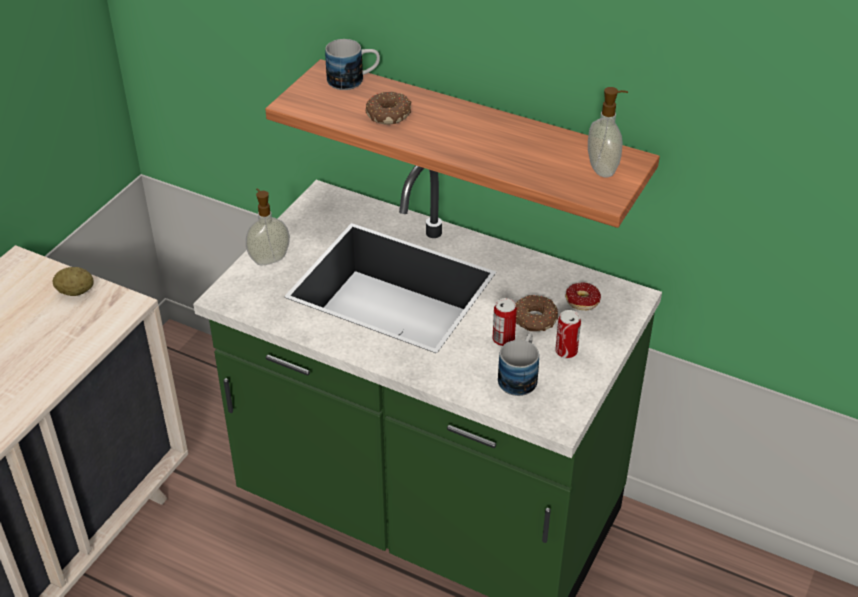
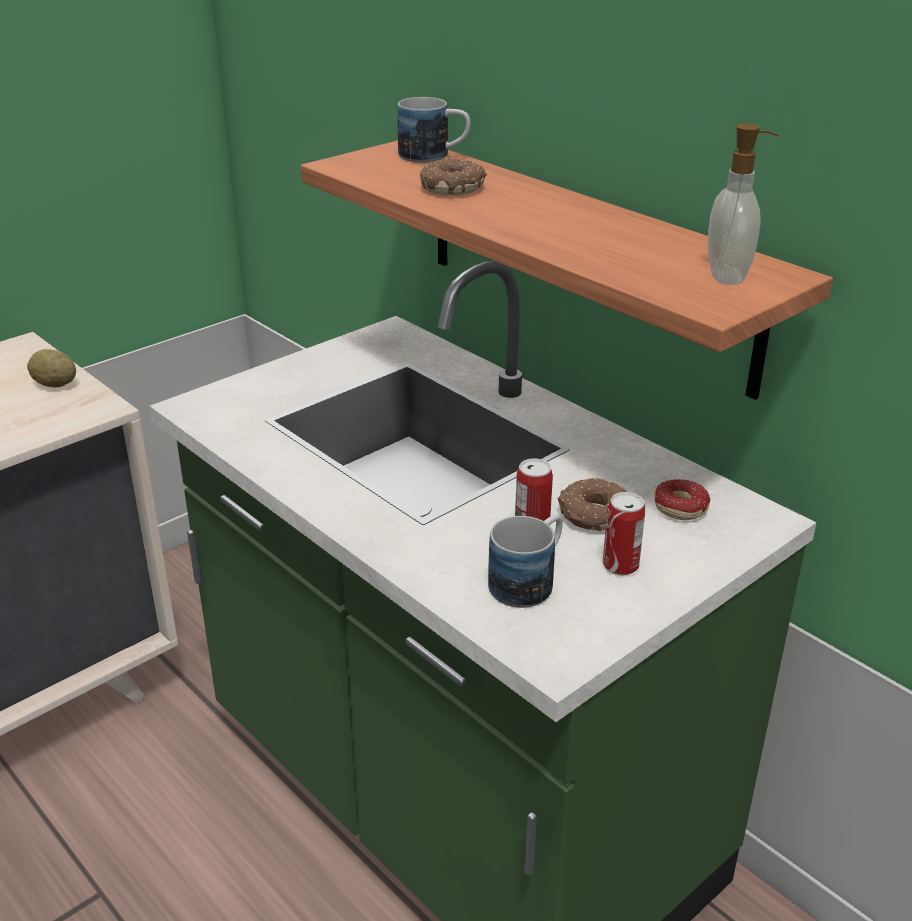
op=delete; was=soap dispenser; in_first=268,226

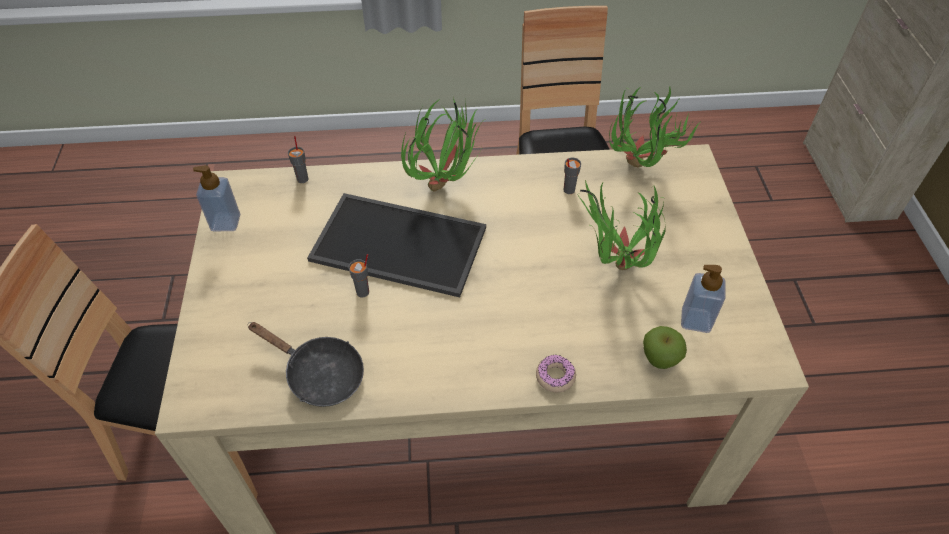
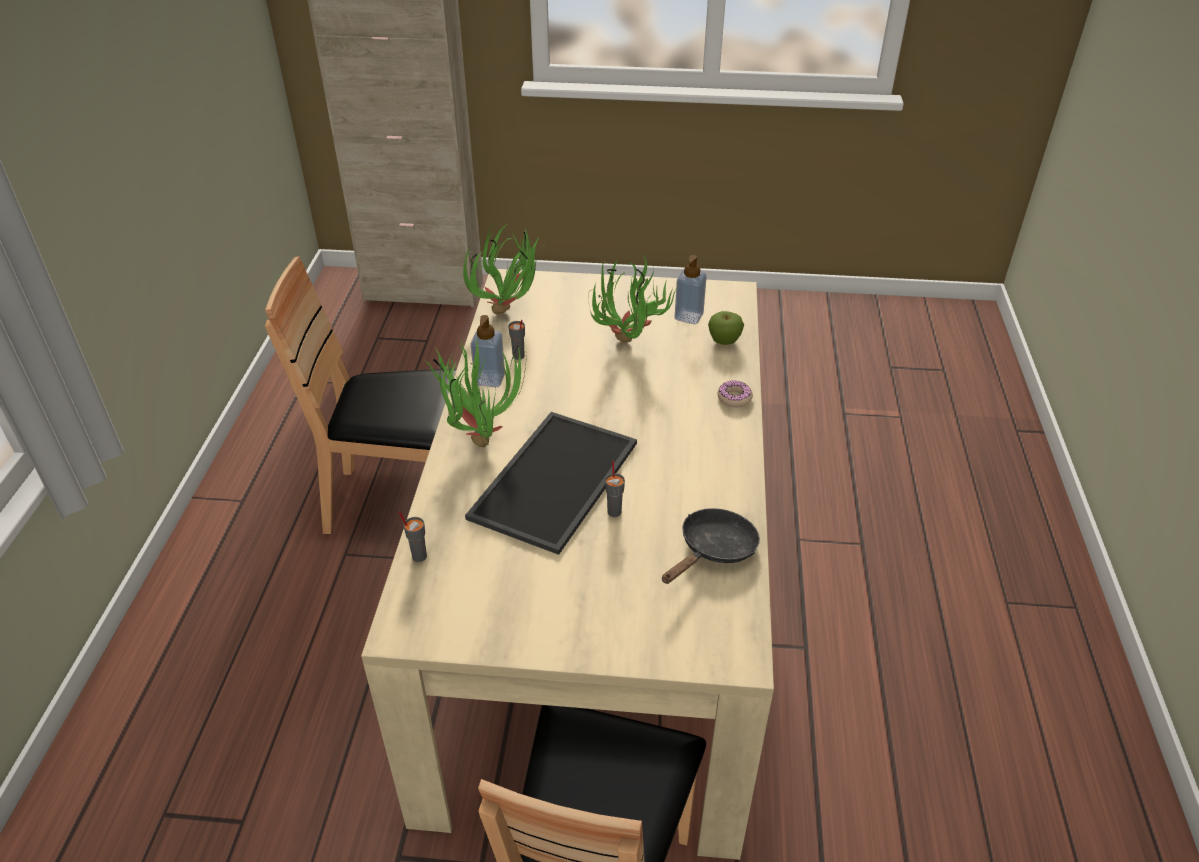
op=move; was=soap dispenser; in_first=216,198; in_second=488,351

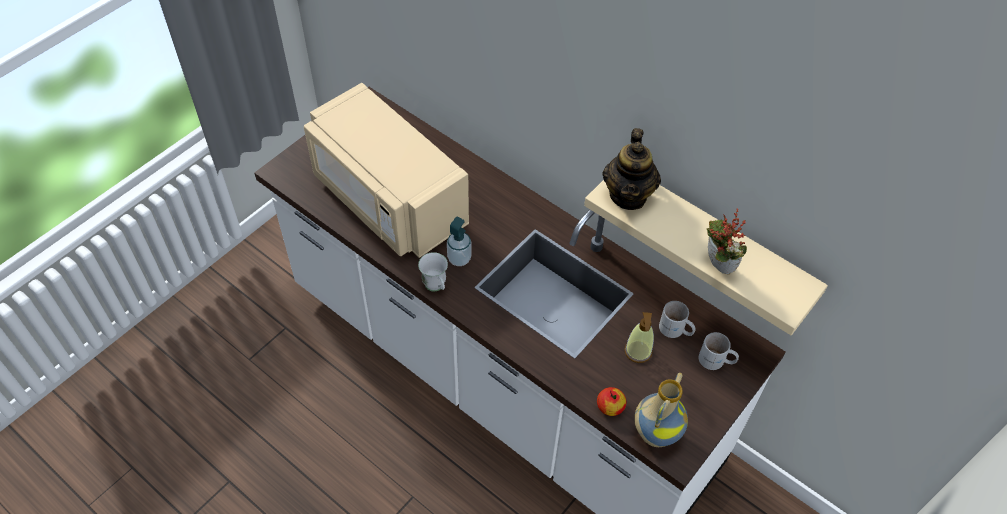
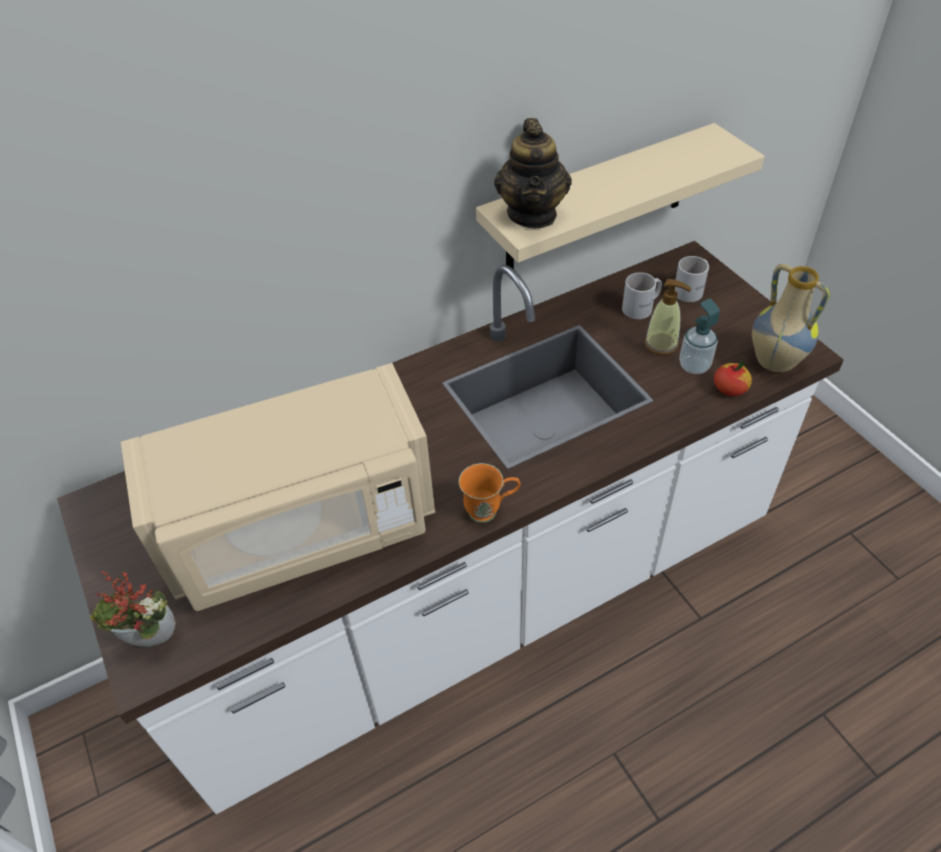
op=recolor; was=white mug; now=orange mug; in_first=433,271; in_second=489,493
op=move; was=soap dispenser; in_first=459,241; in_second=699,336
op=rotate; was=teapot; in_first=631,169; in_second=533,173; clockwise=60
op=move; was=potted plant; in_first=727,241; in_second=133,609

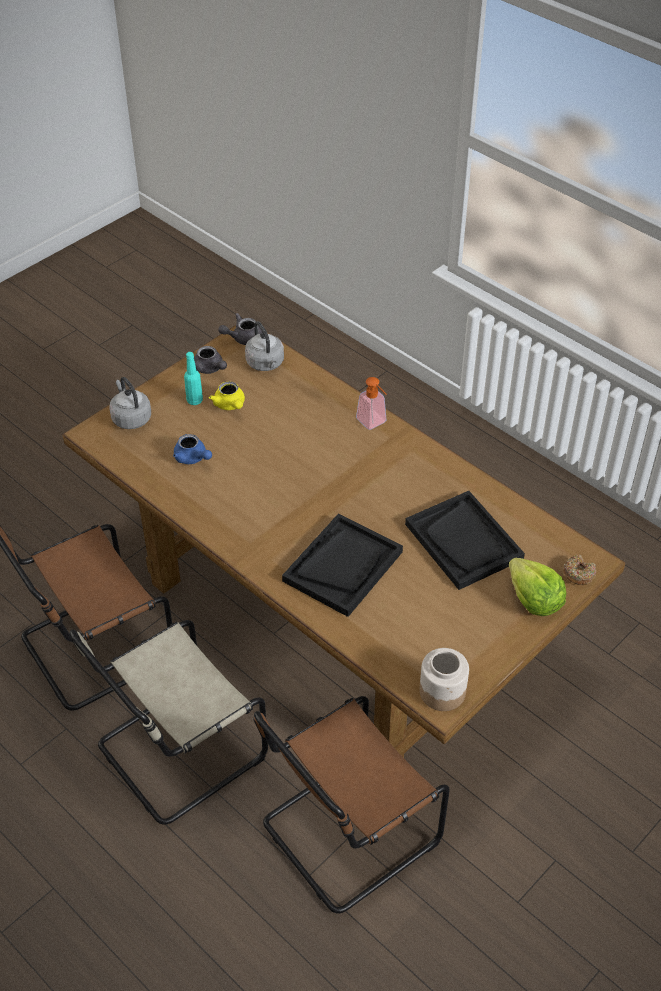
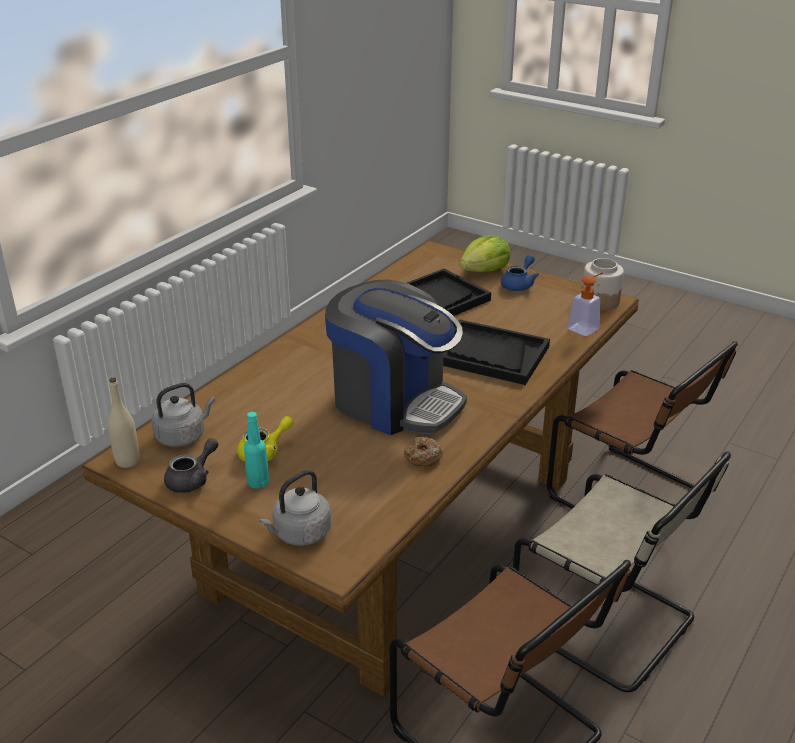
op=move; was=blue teapot; in_first=192,449; in_second=520,272
op=replace; was=grey teapot; now=beige bottle; in_first=240,329; in_second=124,423
op=move; was=soap dispenser; in_first=371,403; in_second=585,304
op=move; was=donut; in_first=579,570; in_second=423,452
op=insert; now=coffee machine; in_second=396,357

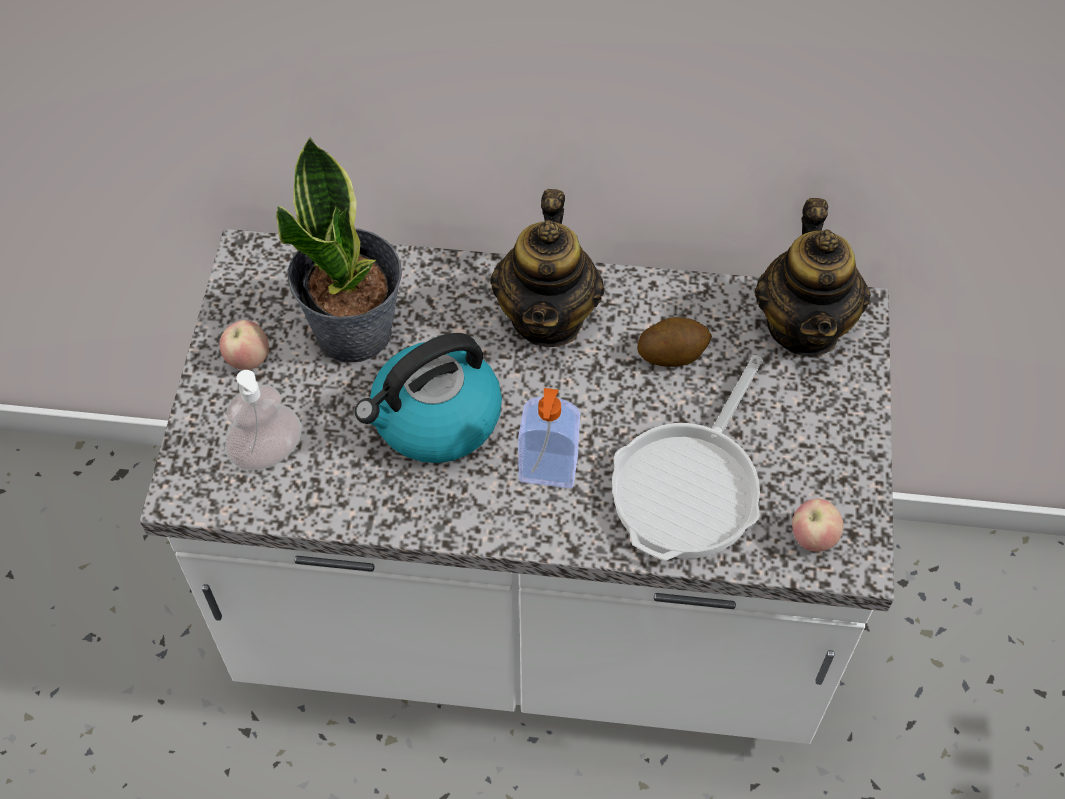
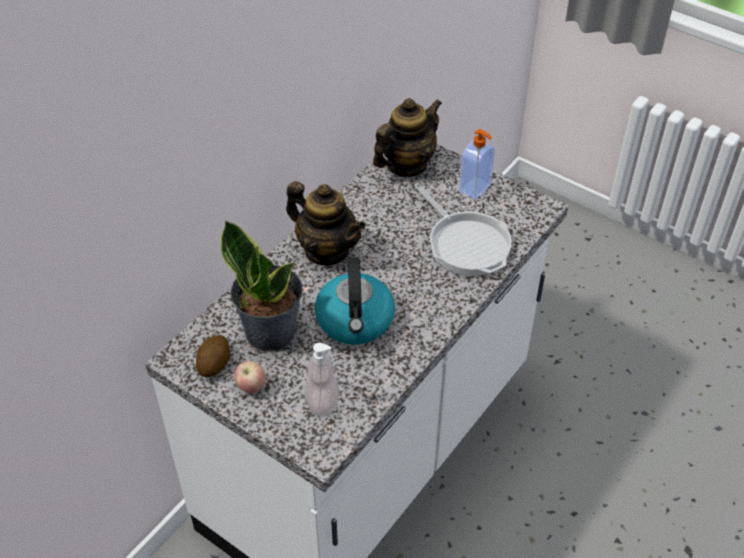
op=move; was=soap dispenser; in_first=549,438; in_second=477,164
op=move; was=potato; in_first=674,342; in_second=213,356
op=rotate; was=teapot; in_first=813,277; in_second=407,137; clockwise=-75
op=delete; was=apple; in_first=818,525

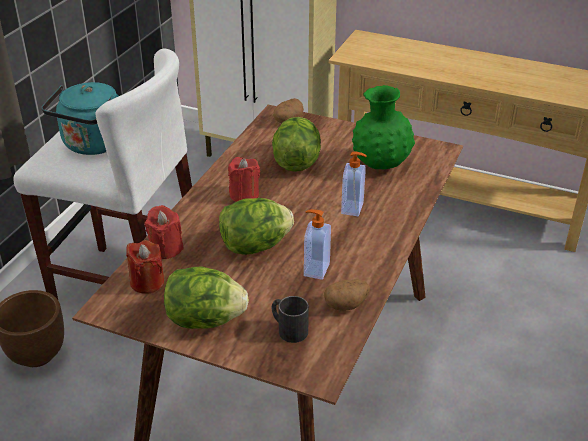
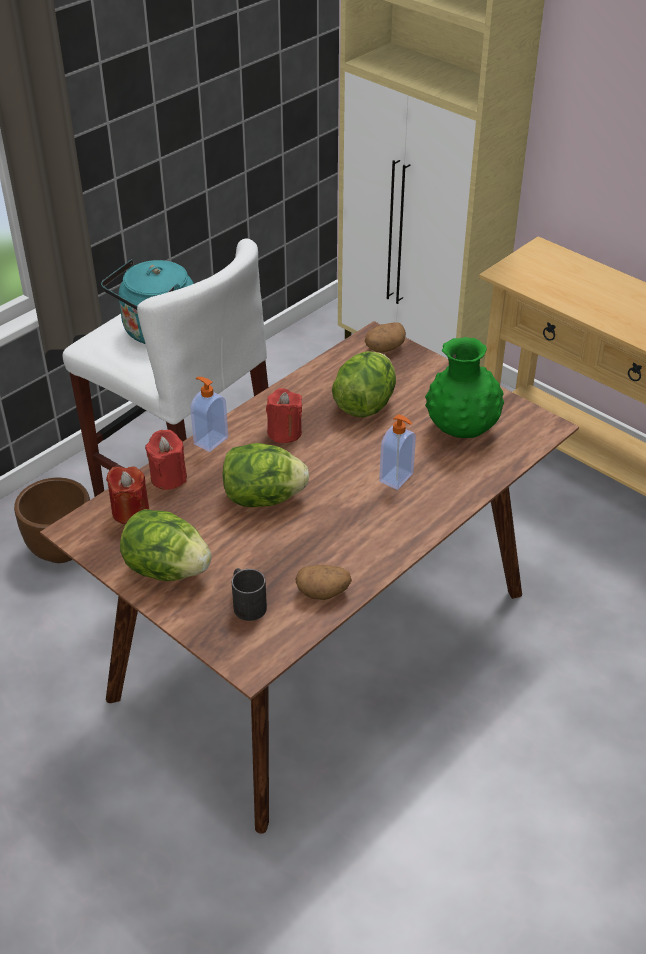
op=move; was=soap dispenser; in_first=317,244; in_second=209,414

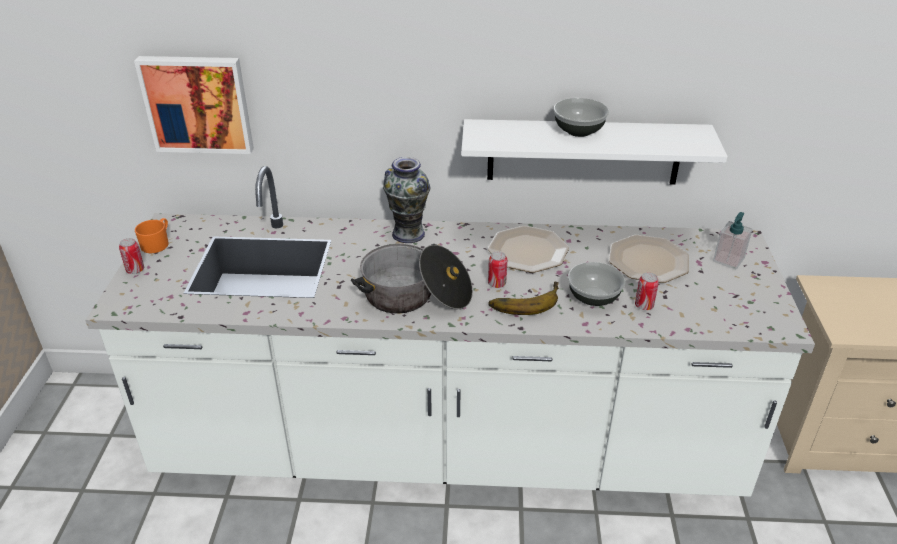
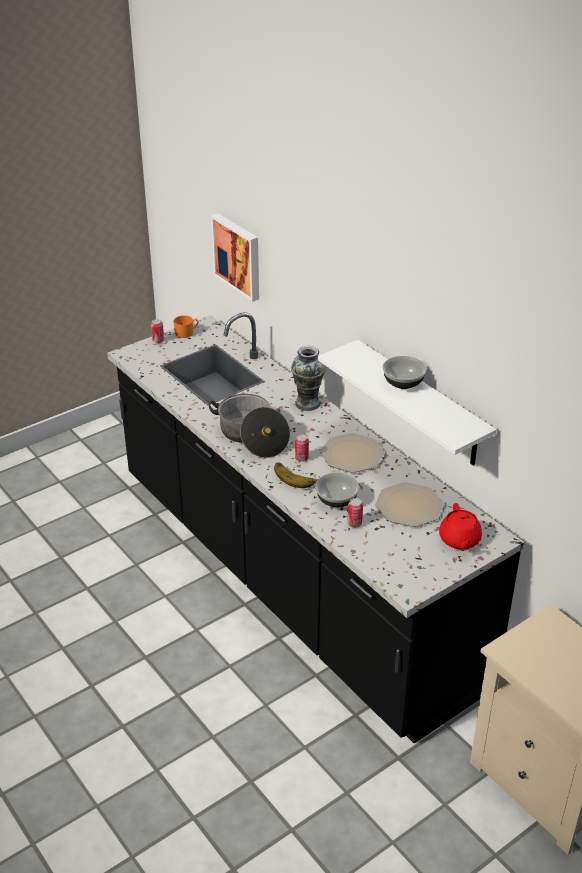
op=recolor; was=white counter; now=black counter; in_first=450,331; in_second=315,527
op=replace; was=soap dispenser; now=red teapot; in_first=733,240; in_second=460,526

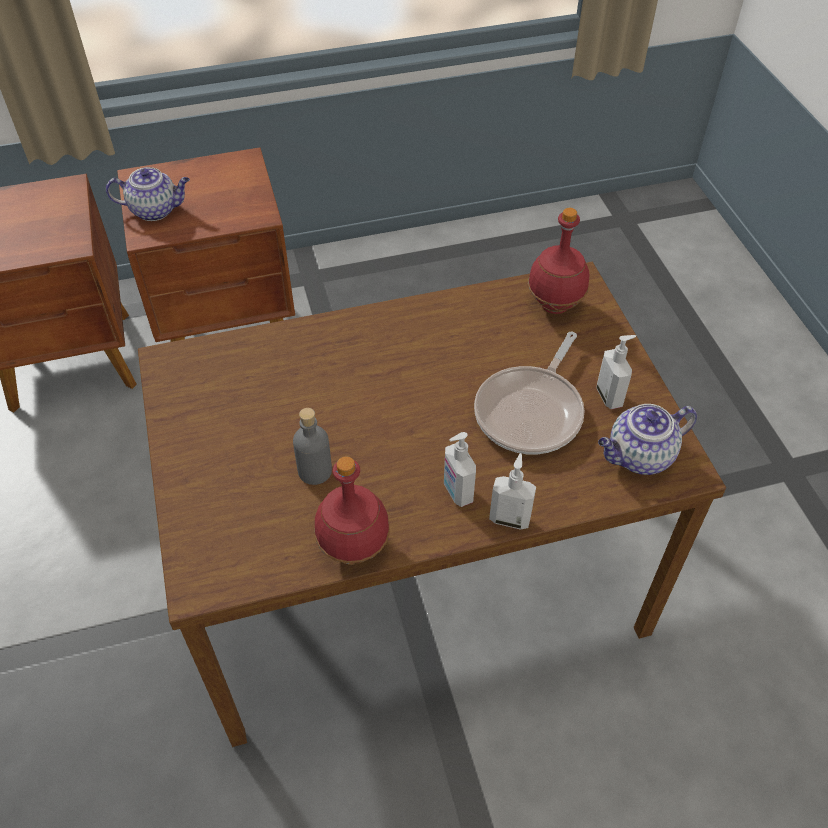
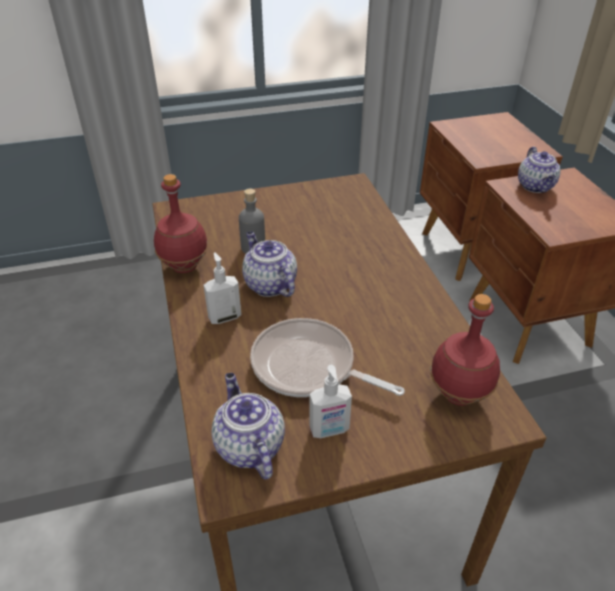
op=delete; was=soap dispenser; in_first=512,491
op=insert; now=teapot; in_second=269,264

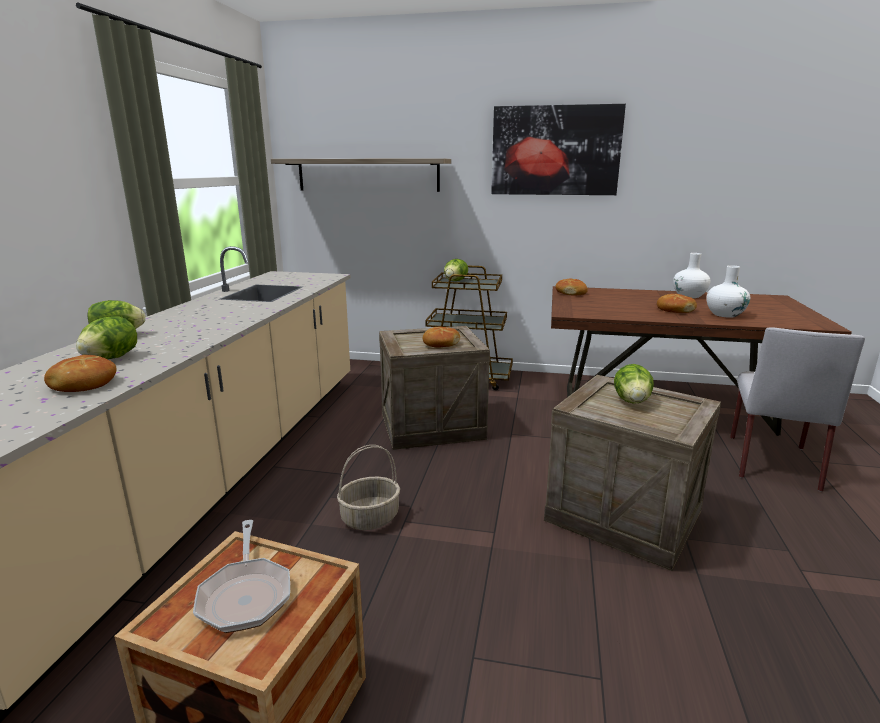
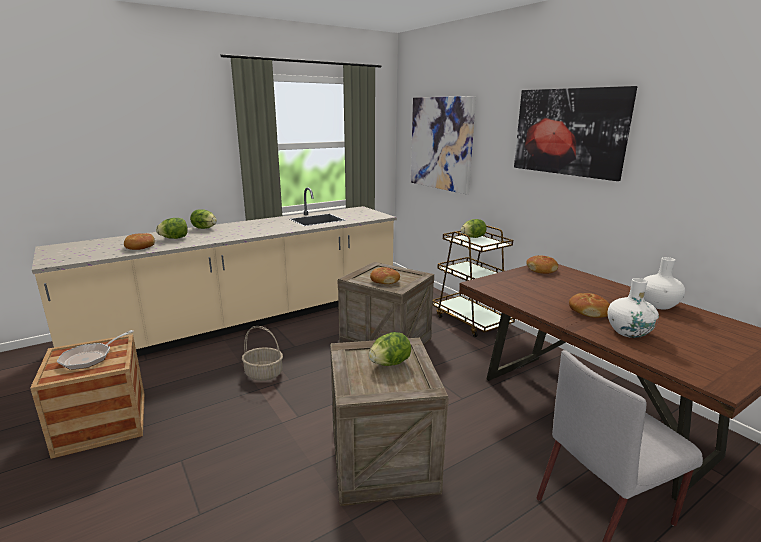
op=replace; was=shelf; now=picture; in_first=361,175; in_second=443,145

